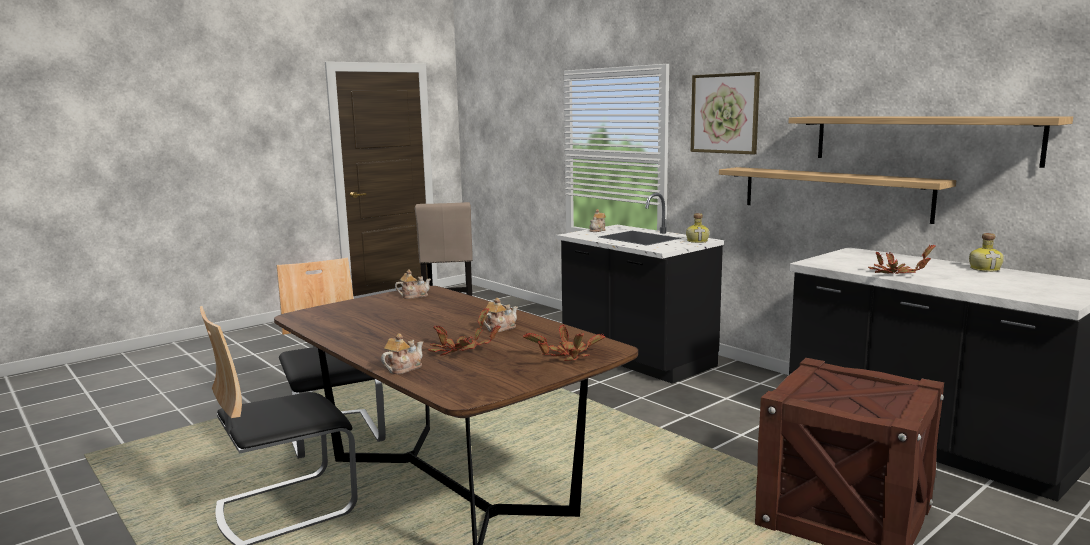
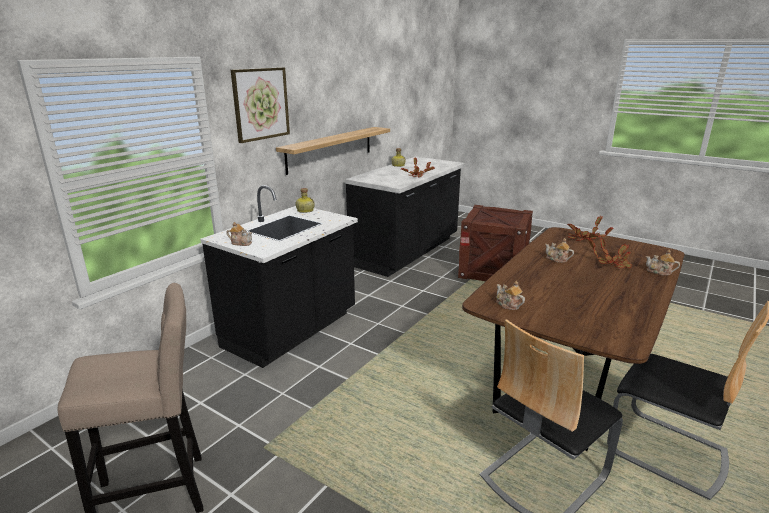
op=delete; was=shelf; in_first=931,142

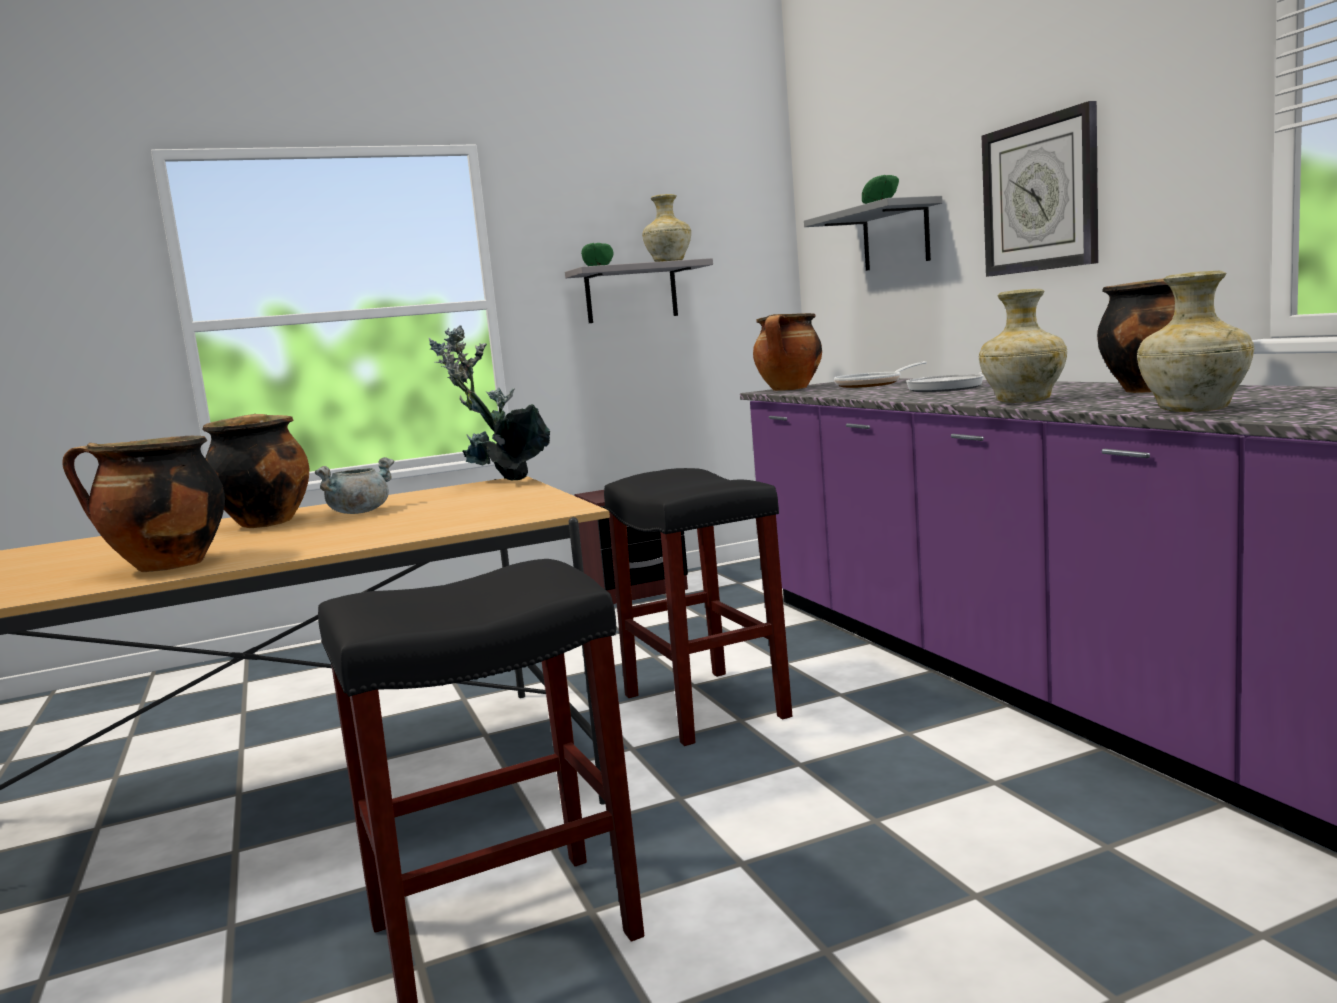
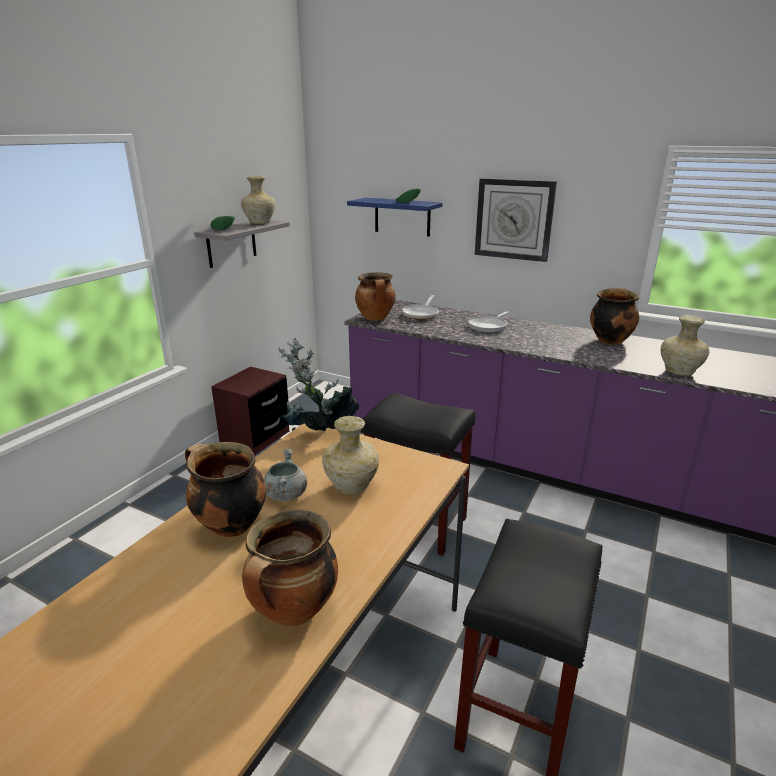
op=recolor; was=grey shelf; now=blue shelf; in_first=873,233; in_second=395,217
op=move; was=beige vase; in_first=1023,346; in_second=350,455

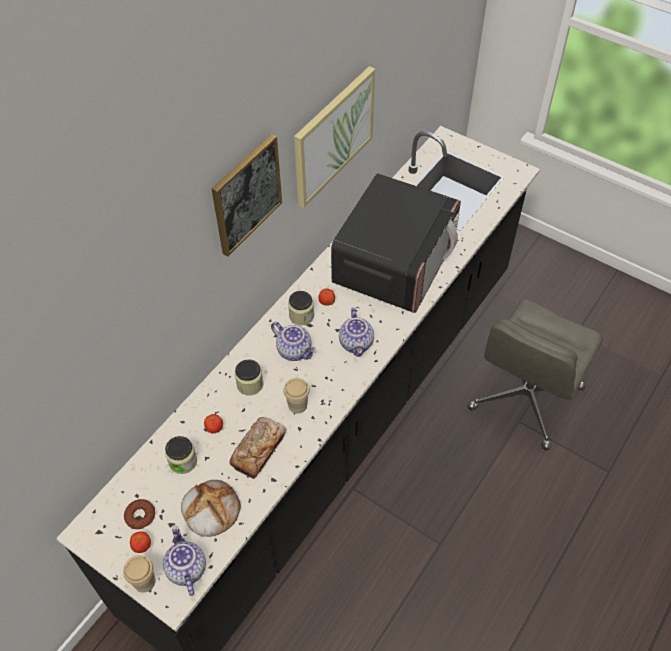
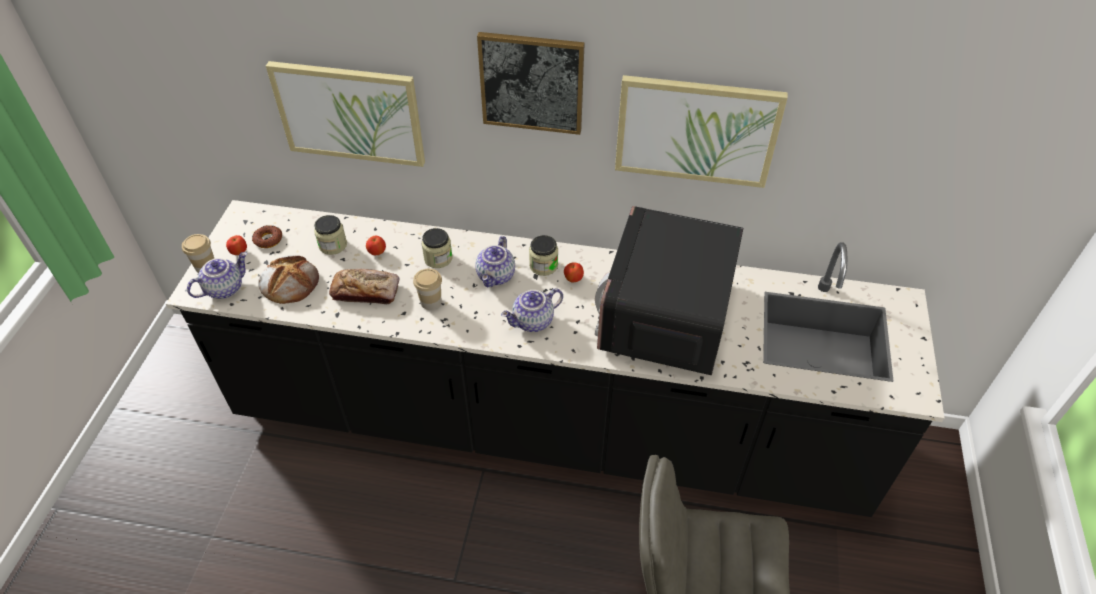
op=rotate; was=microwave; in_first=396,243; in_second=669,290; clockwise=105
op=insert; now=picture; in_second=345,114

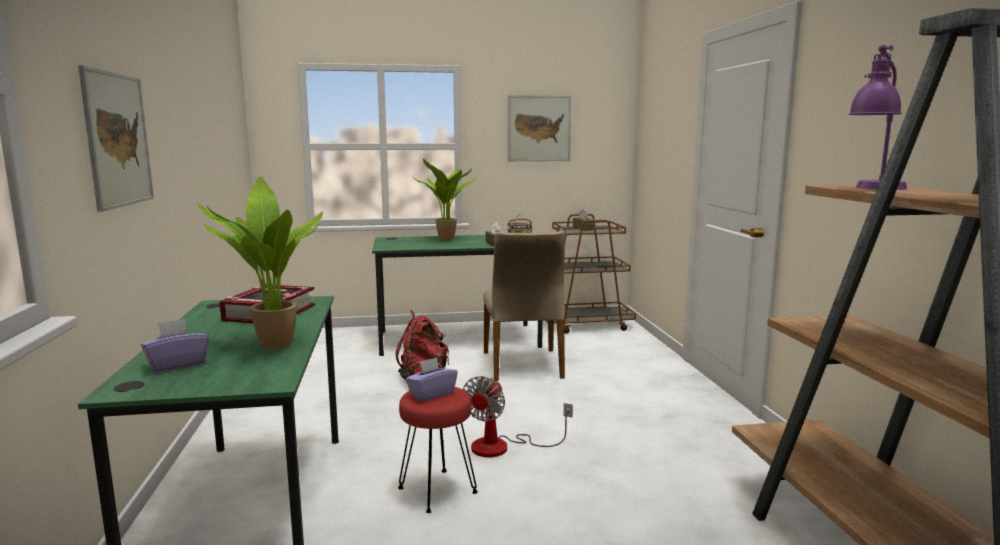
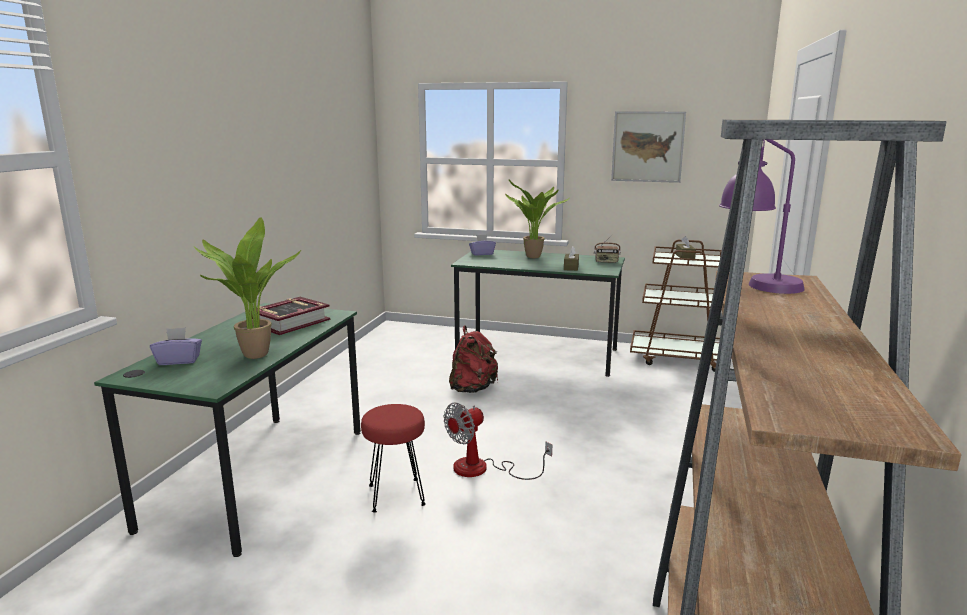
op=delete; was=picture; in_first=116,138
op=move; was=purple tissue box; in_first=431,380; in_second=482,245
op=delete; was=beige chair; in_first=524,306

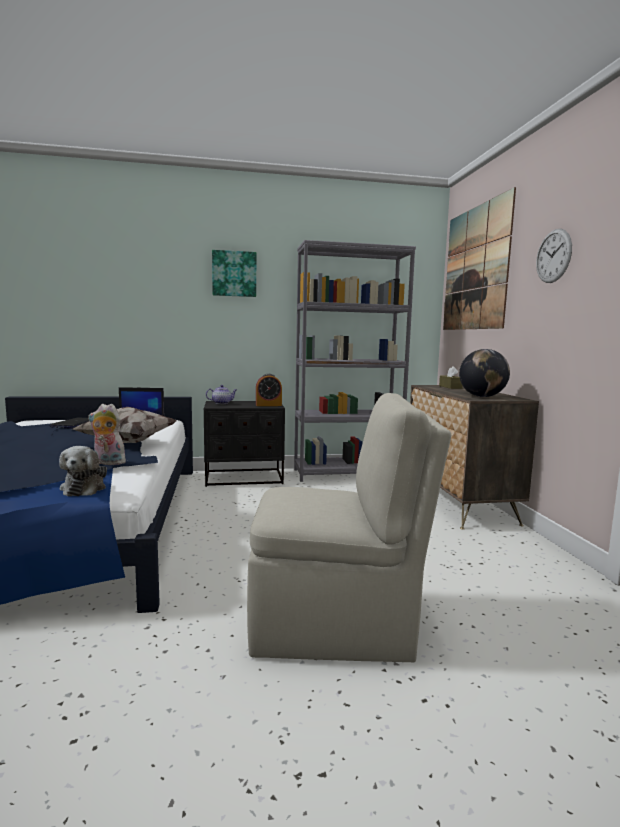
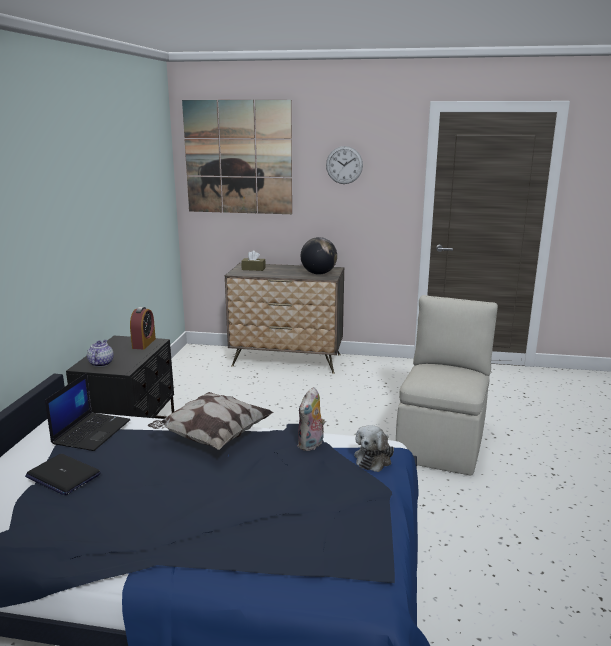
op=rotate; was=plush toy; in_first=83,471; in_second=374,448; clockwise=105
op=delete; was=picture; in_first=234,273
op=delete; was=grey bookcase; in_first=355,361

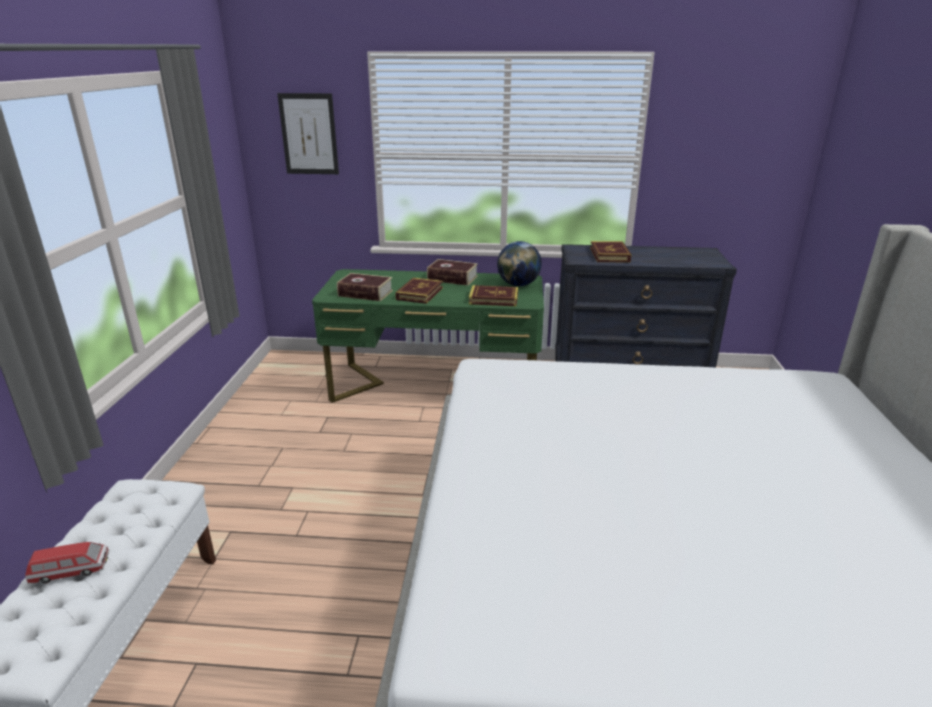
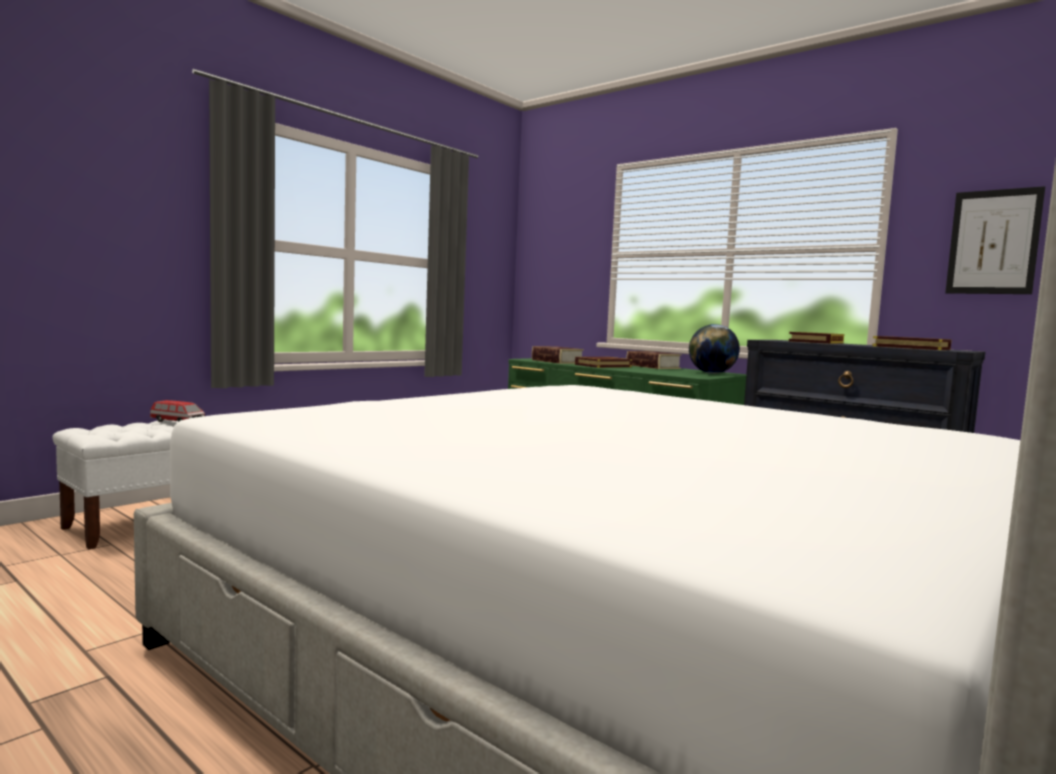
op=move; was=picture; in_first=308,133; in_second=995,240
op=move; was=book; in_first=493,295; in_second=912,343

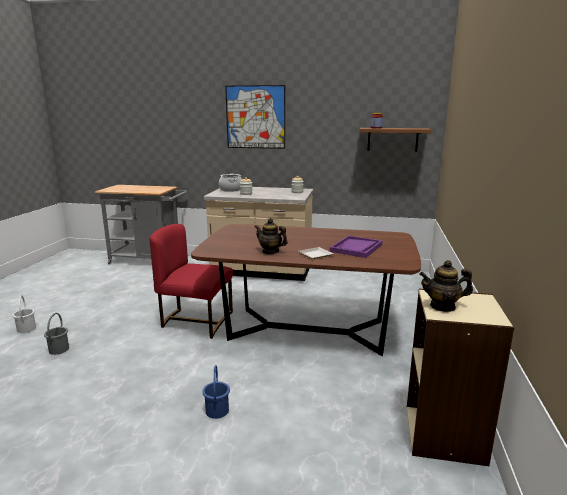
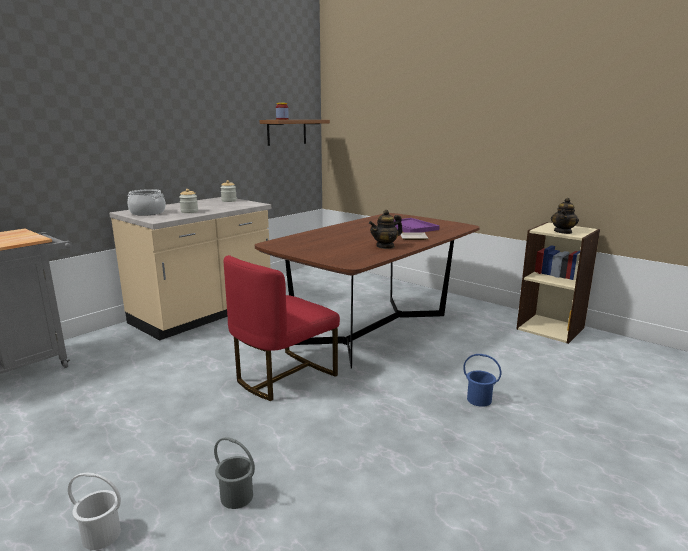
op=delete; was=picture; in_first=255,117

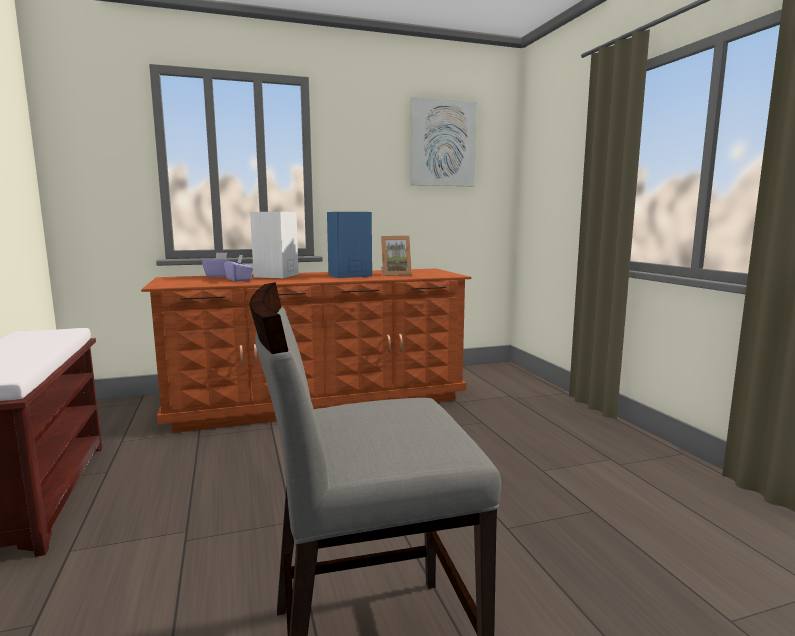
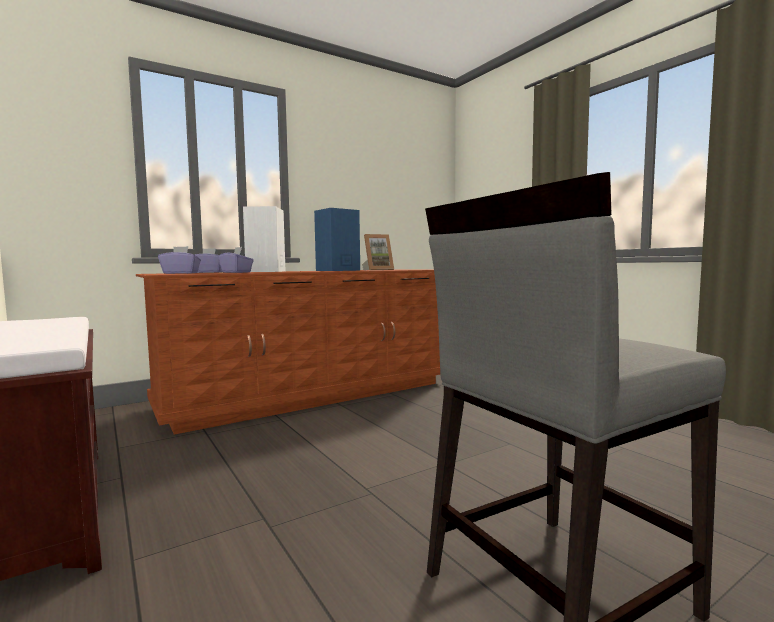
op=delete; was=picture; in_first=443,141
op=insert; now=purple tissue box; in_second=179,260

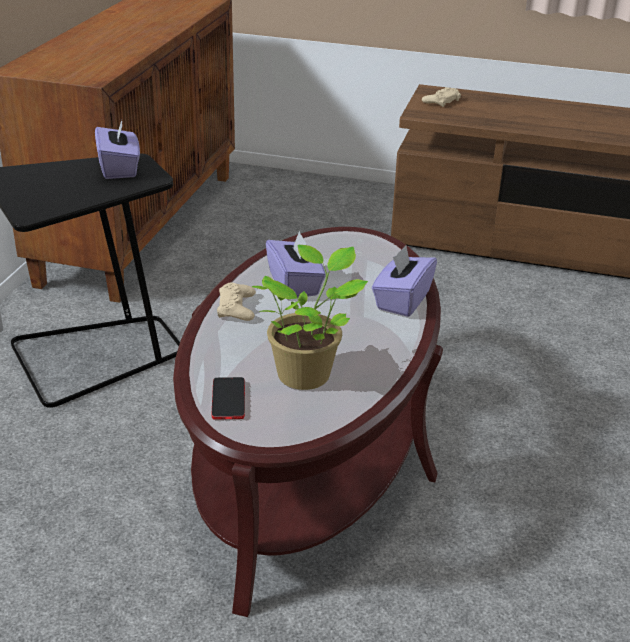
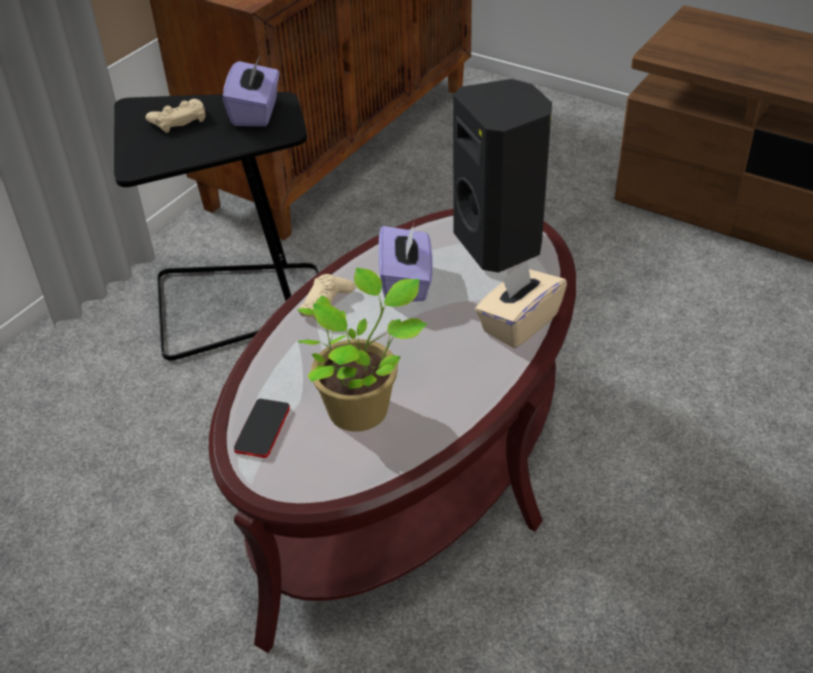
op=recolor; was=purple tissue box; now=beige tissue box; in_first=404,281; in_second=521,304
op=move; was=beige game controller; in_first=441,97; in_second=176,116
op=insert; now=black speaker; in_second=502,176

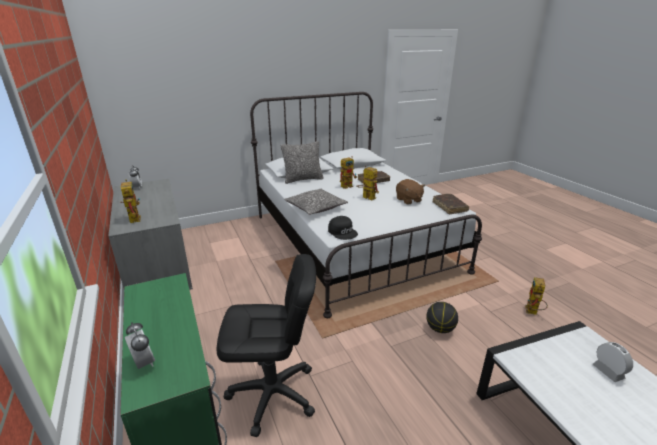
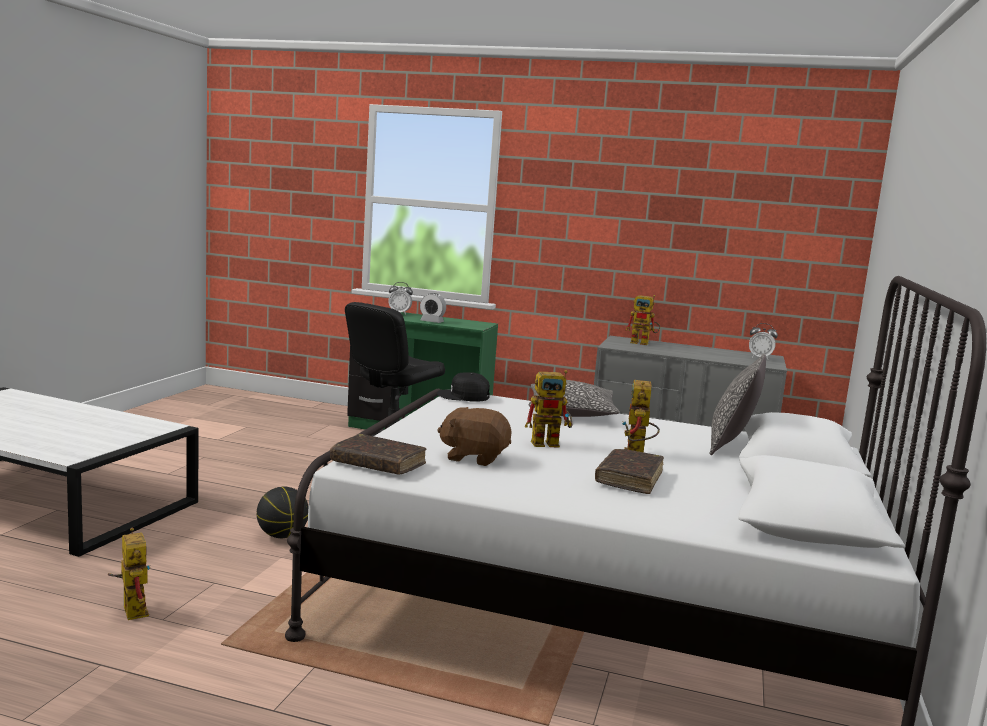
op=move; was=alarm clock; in_first=613,362; in_second=433,308

